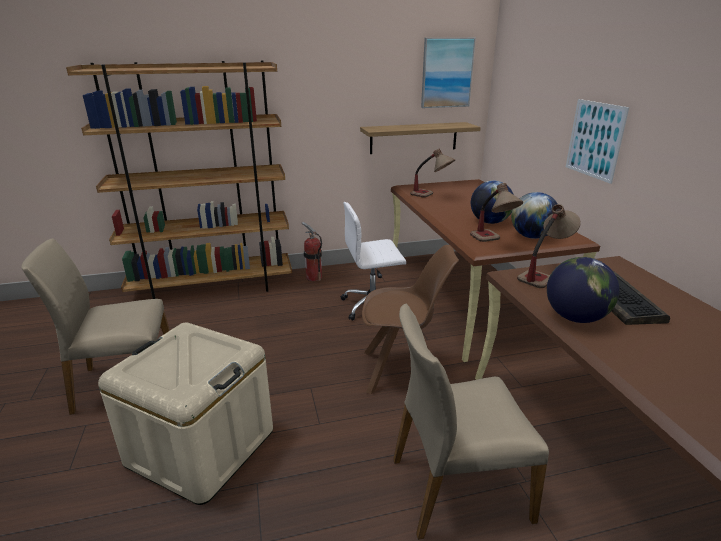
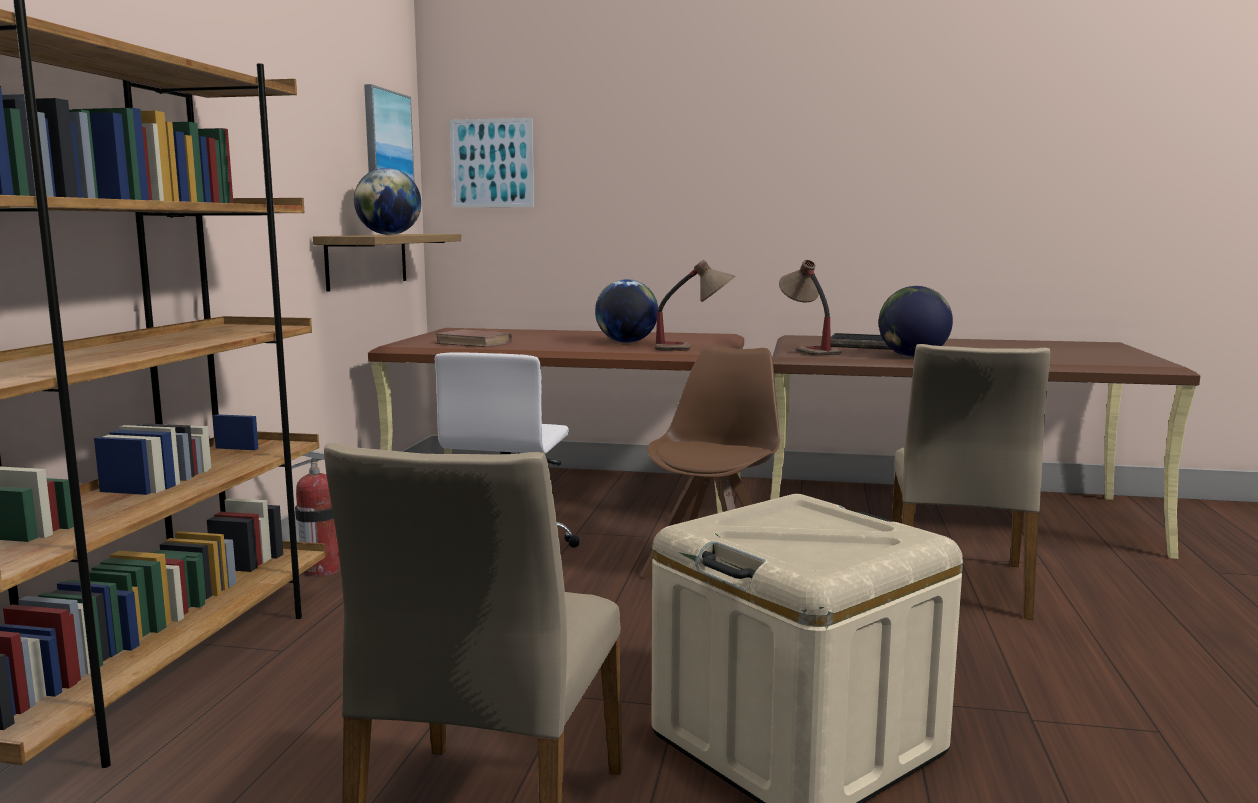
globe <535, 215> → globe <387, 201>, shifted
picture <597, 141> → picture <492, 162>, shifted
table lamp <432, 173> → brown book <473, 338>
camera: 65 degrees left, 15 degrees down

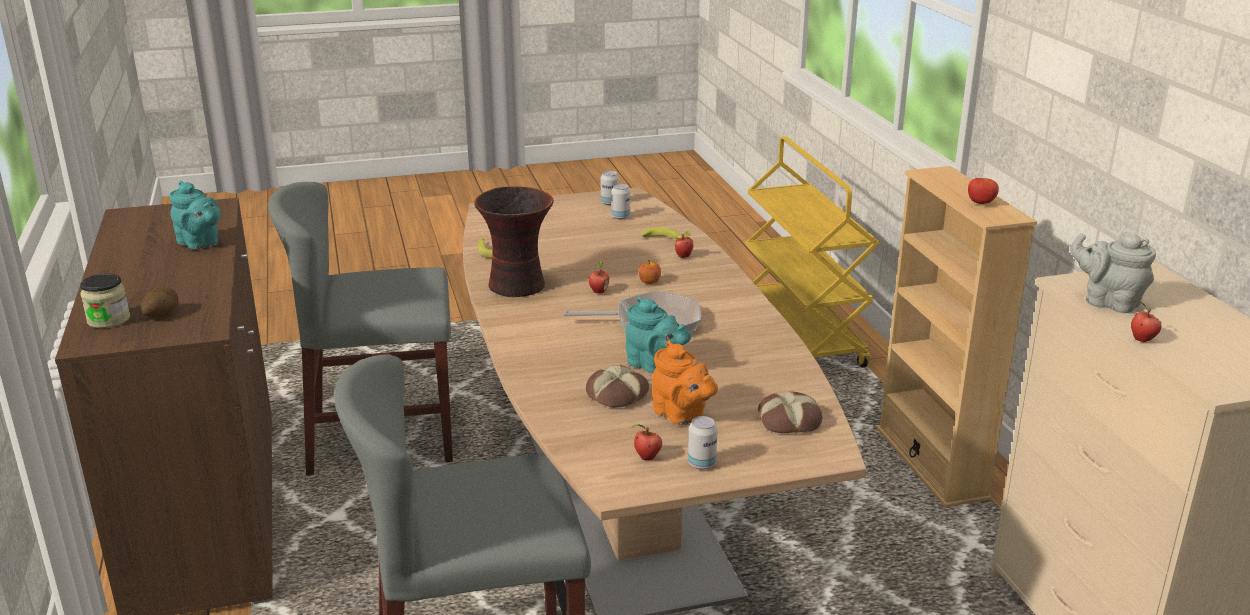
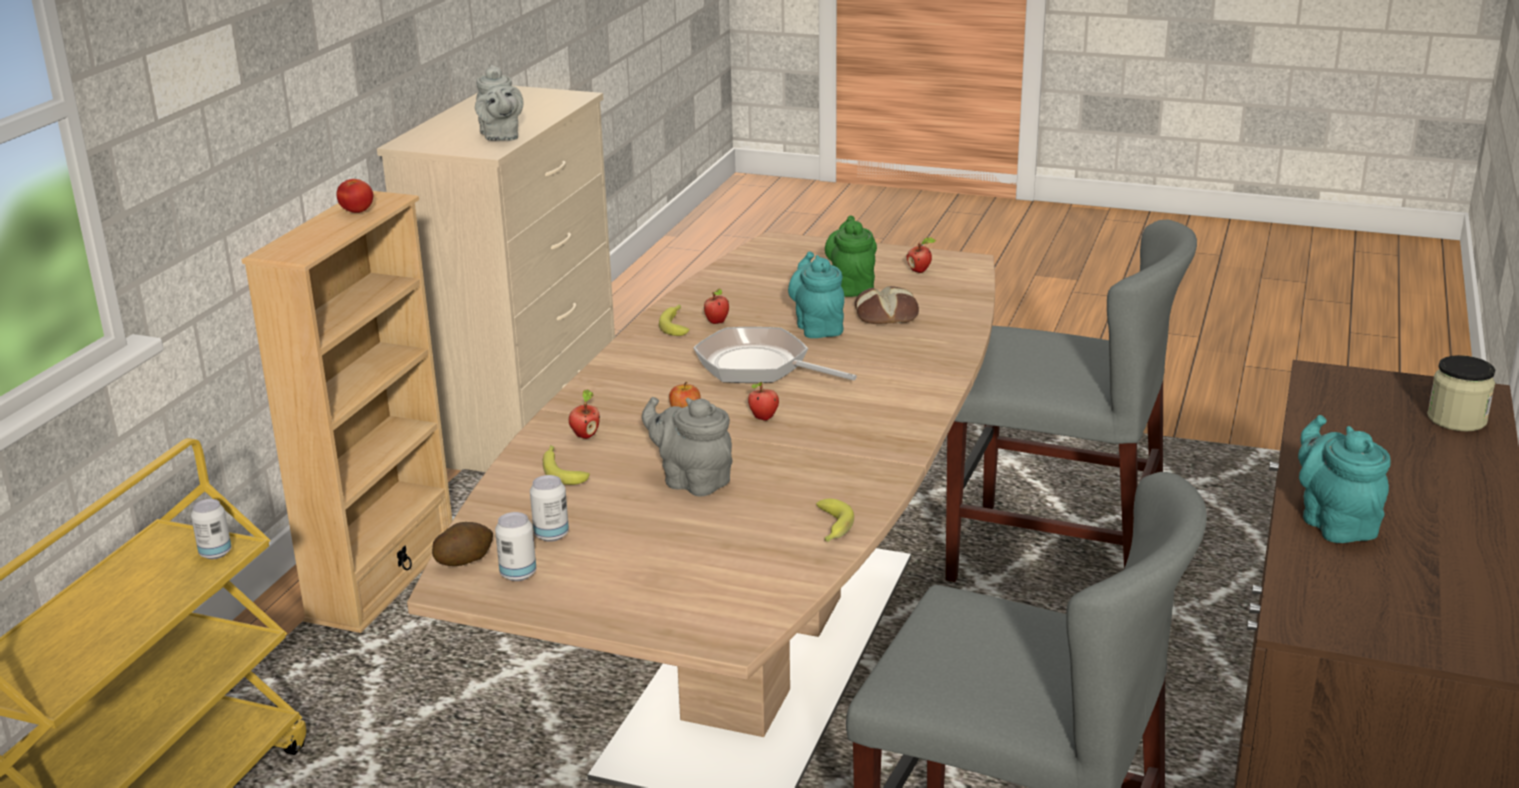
vase <514, 241> → -
bread <790, 412> → -
- → grey teapot <687, 447>
- → banana <674, 320>
potato <159, 302> → potato <462, 544>, shifted
can <703, 443> → can <211, 529>, shifted
apple <1146, 321> → apple <716, 306>, shifted
orange teapot <685, 383> → green teapot <851, 256>
camera: 145 degrees left, 0 degrees up

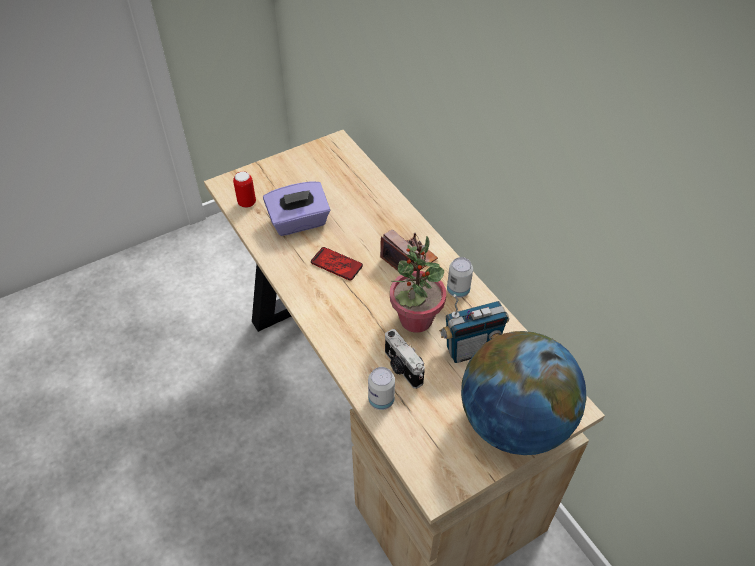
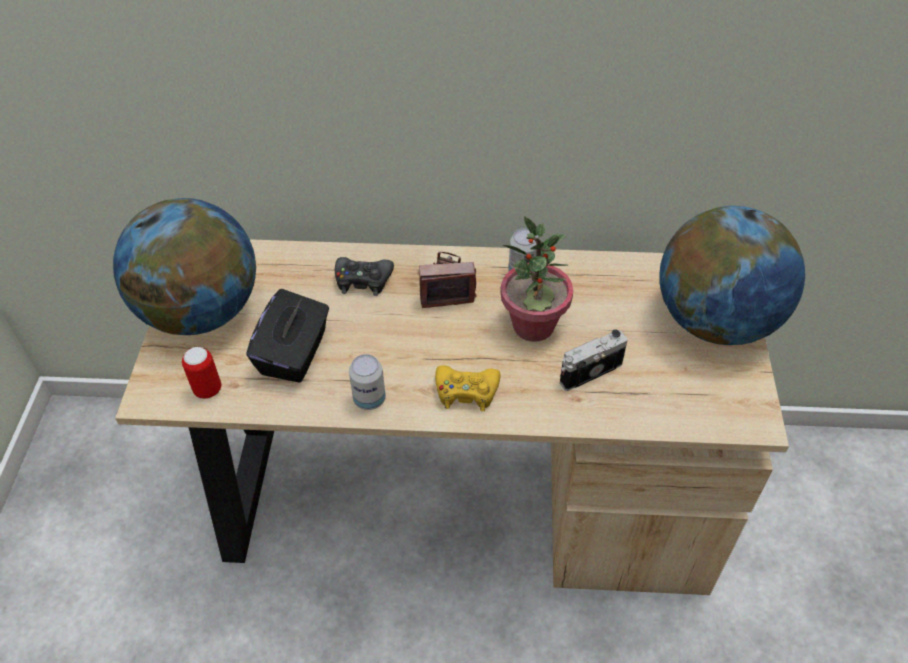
phone <337, 264> → -
radio <474, 328> → -
- → globe <184, 266>
- → black game controller <364, 276>
- → yellow game controller <468, 388>
can <381, 388> → can <367, 382>, shifted
purple tissue box <296, 208> → black tissue box <287, 336>
photo camera <405, 359> → photo camera <594, 360>, 150 degrees clockwise
camera: 55 degrees left, 0 degrees up

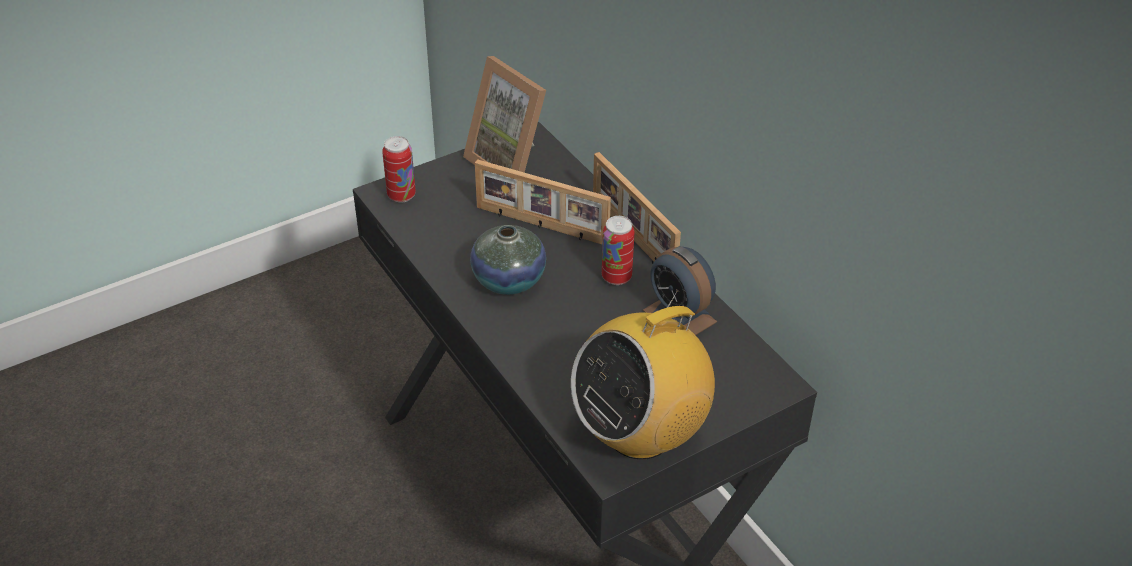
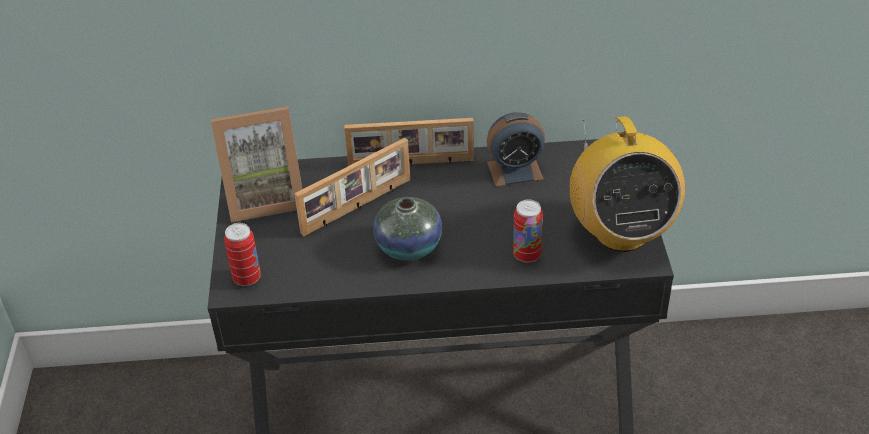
can <618, 250> → can <528, 231>, shifted
camera: 60 degrees left, 0 degrees up

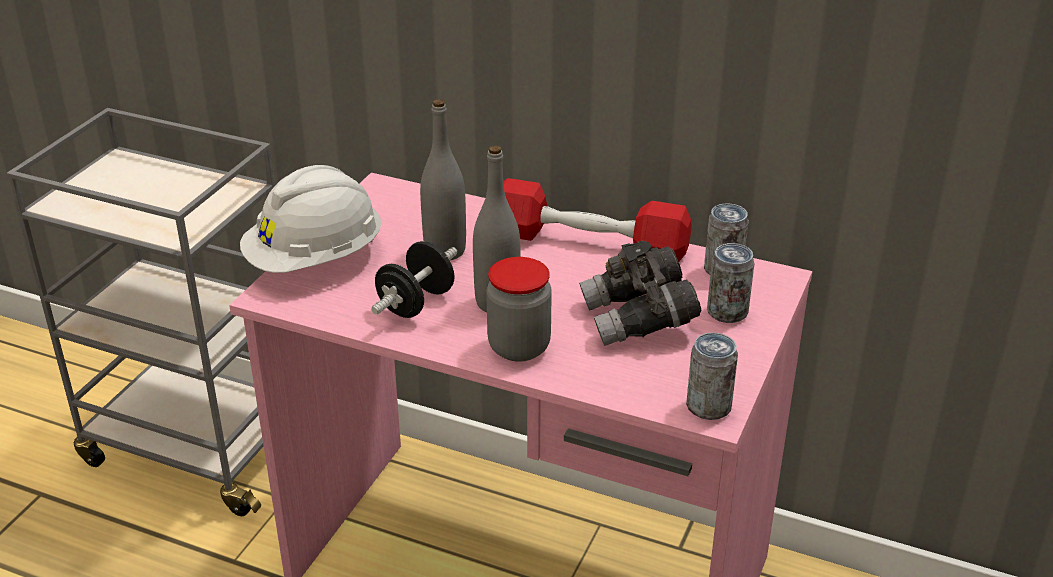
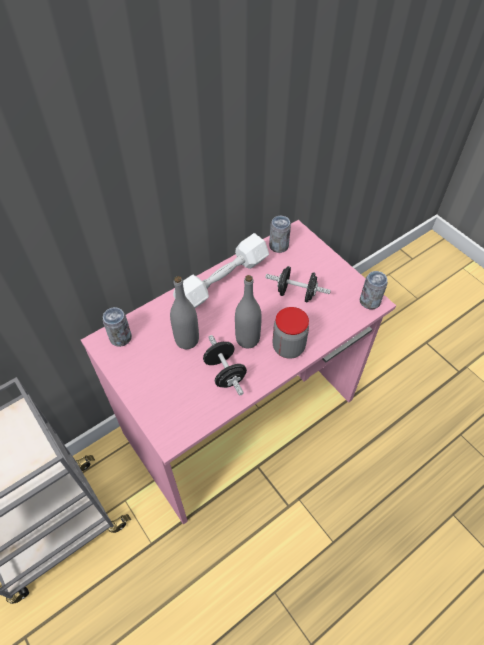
white hard hat <311, 219> → -
can <731, 283> → can <117, 327>, shifted
grey binoculars <640, 293> → black dumbbell <298, 284>
red dumbbell <597, 220> → white dumbbell <221, 270>
camera: 60 degrees left, 20 degrees up

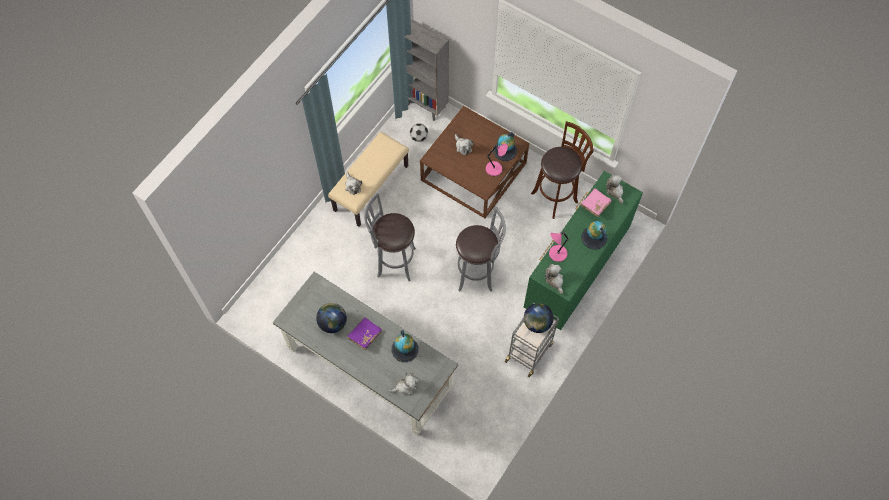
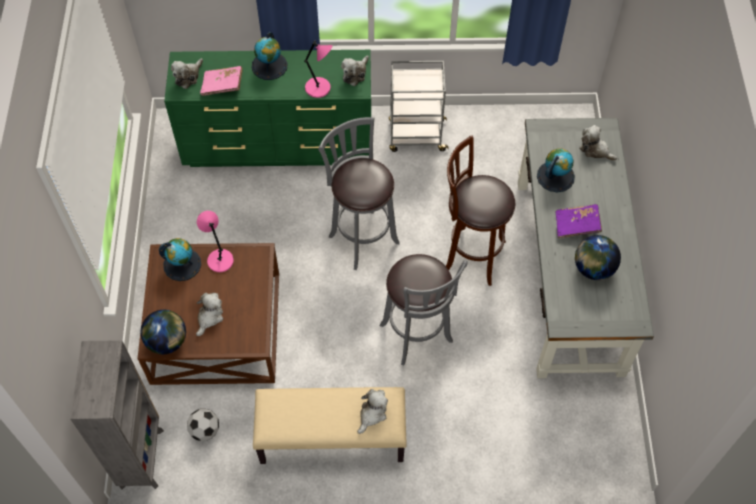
globe <539, 318> → globe <163, 332>, shifted
brown stool <562, 170> → brown stool <480, 211>, shifted
camera: 125 degrees left, 5 degrees down

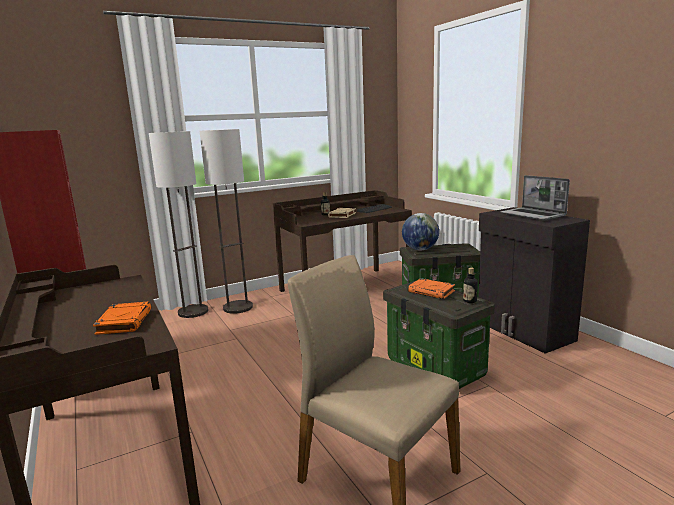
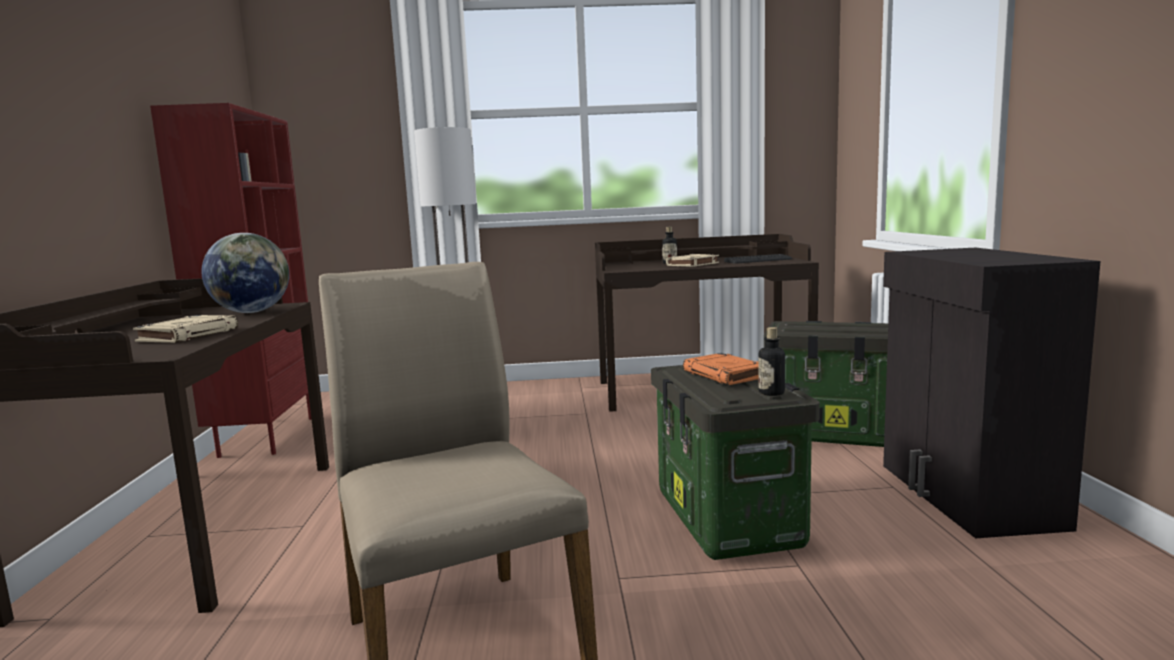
floor lamp <226, 221> → -
laptop <535, 198> → -
globe <420, 232> → globe <245, 273>, shifted
orange book <122, 318> → beige book <185, 329>
camera: 25 degrees right, 5 degrees down

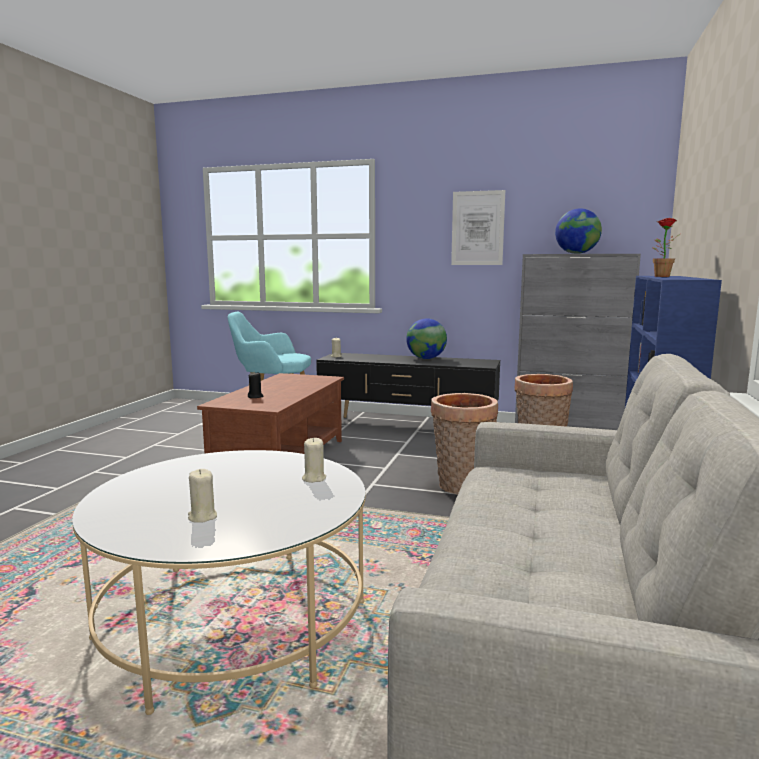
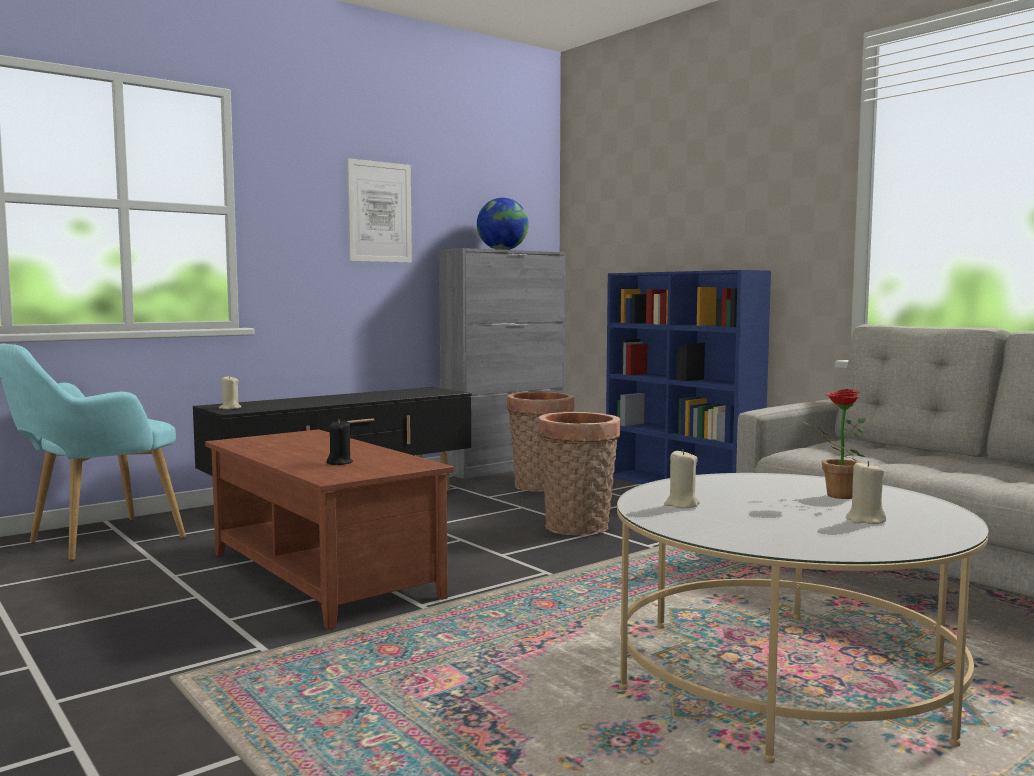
globe <426, 338> → -
beige candle <314, 460> → beige candle <682, 478>, shifted
potted plant <666, 247> → potted plant <834, 444>, shifted
camera: 55 degrees left, 5 degrees down

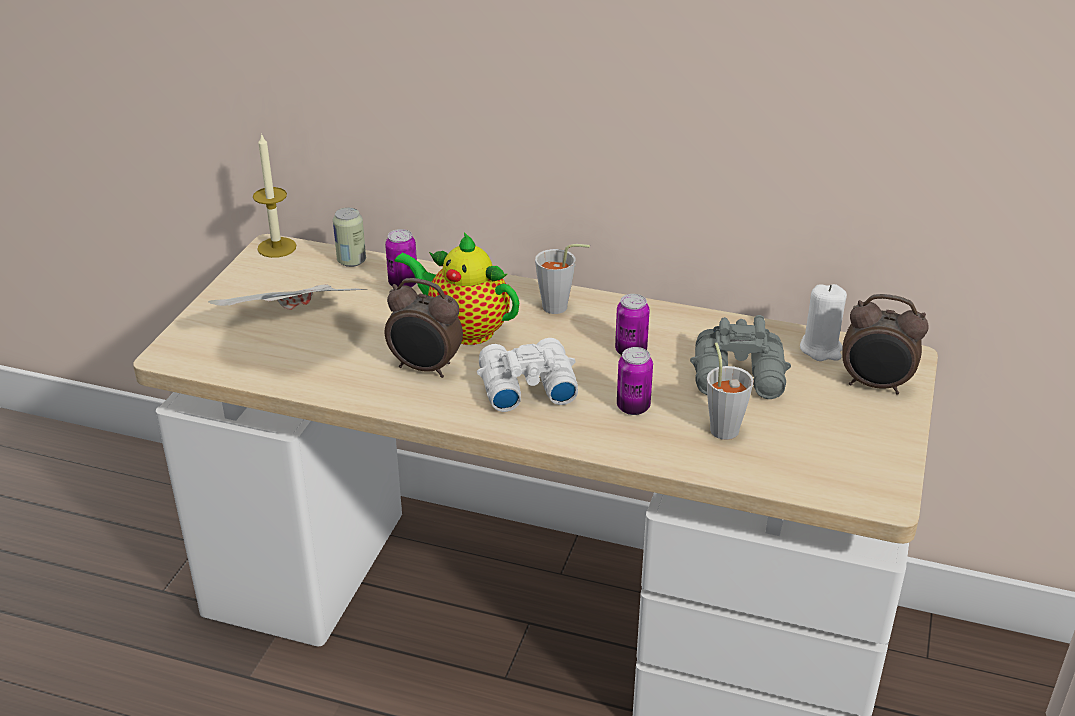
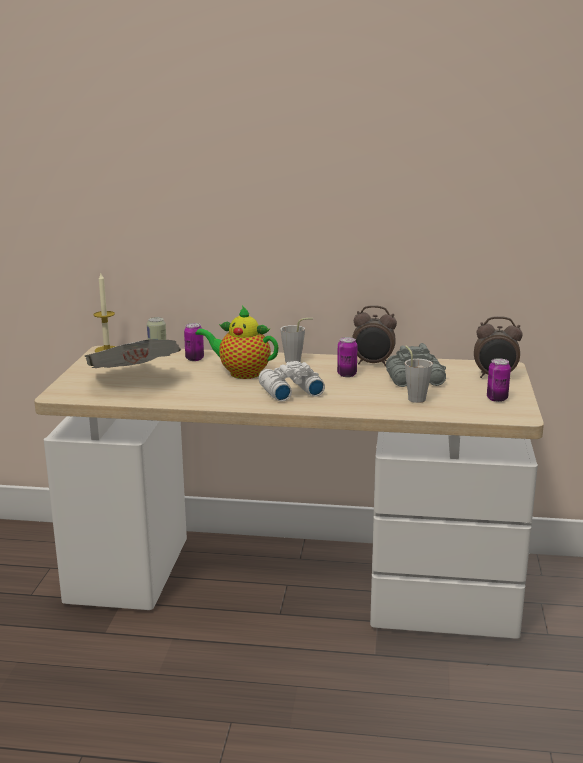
white candle <823, 322> → -
alarm clock <424, 328> → alarm clock <374, 335>, shifted
can <635, 381> → can <499, 380>, shifted
camera: 10 degrees left, 15 degrees down

